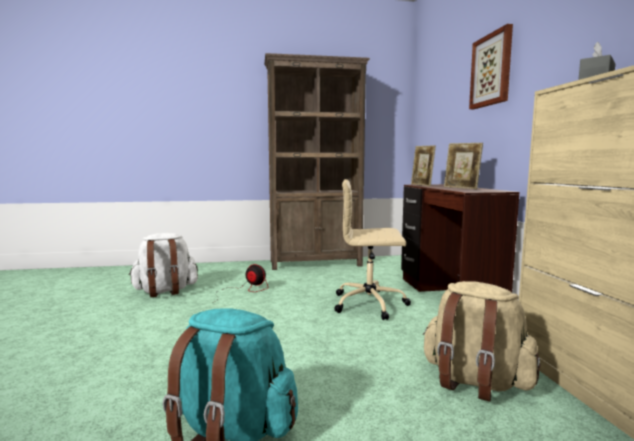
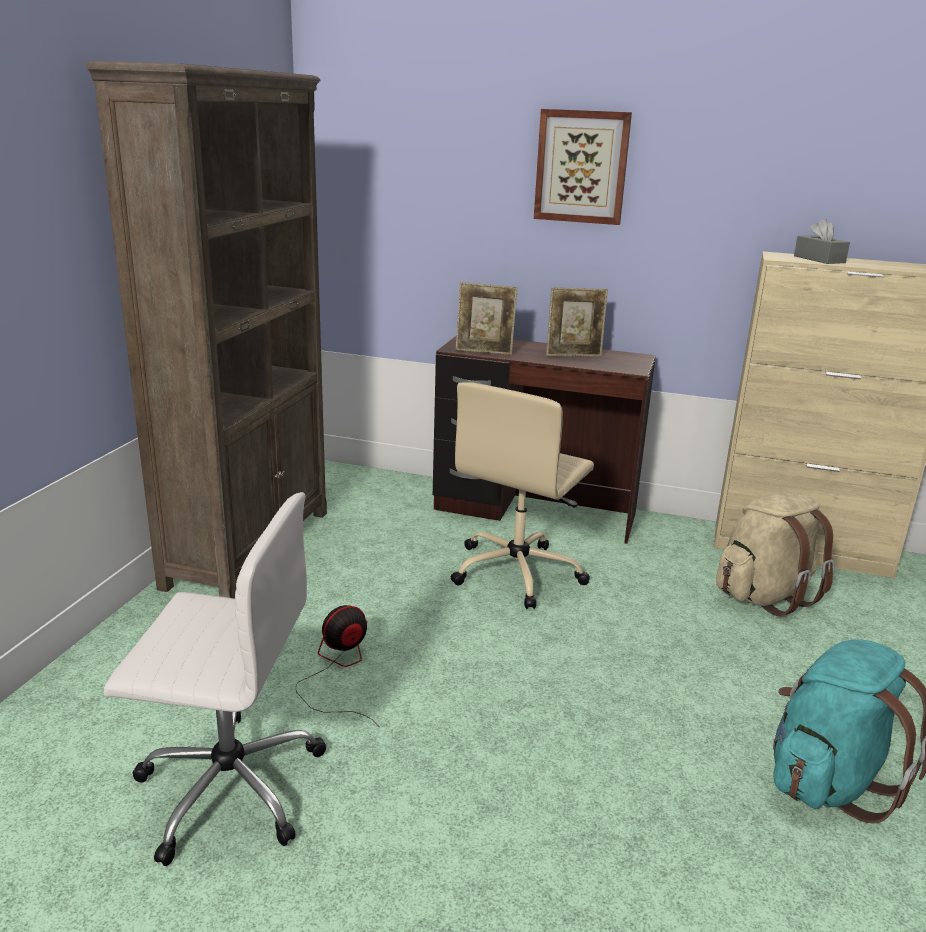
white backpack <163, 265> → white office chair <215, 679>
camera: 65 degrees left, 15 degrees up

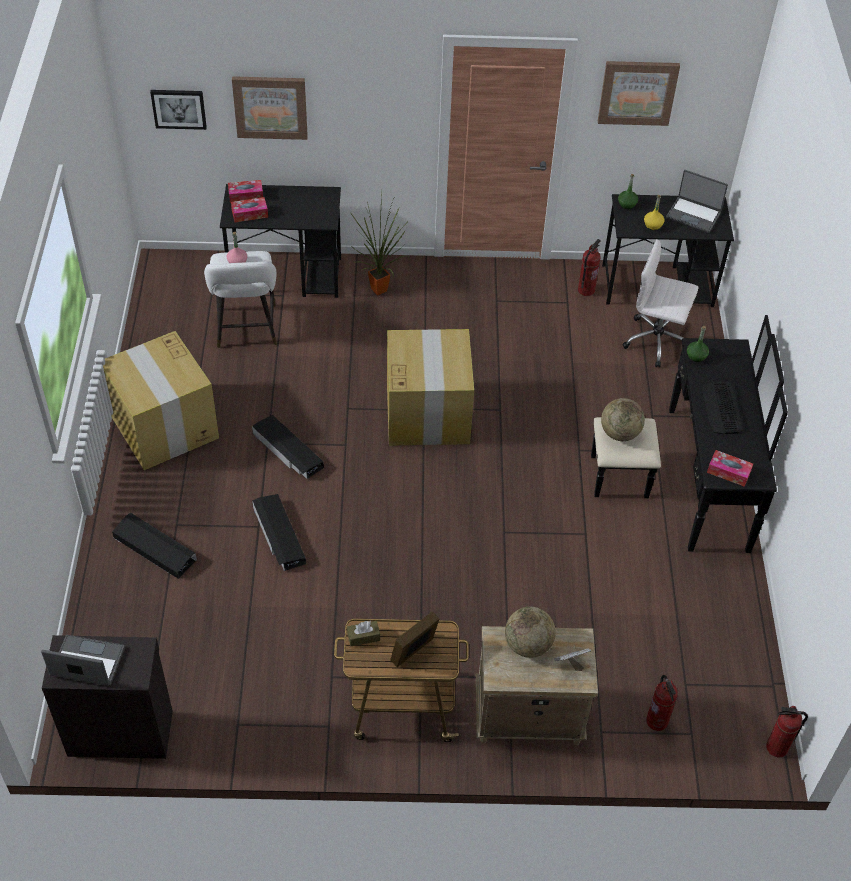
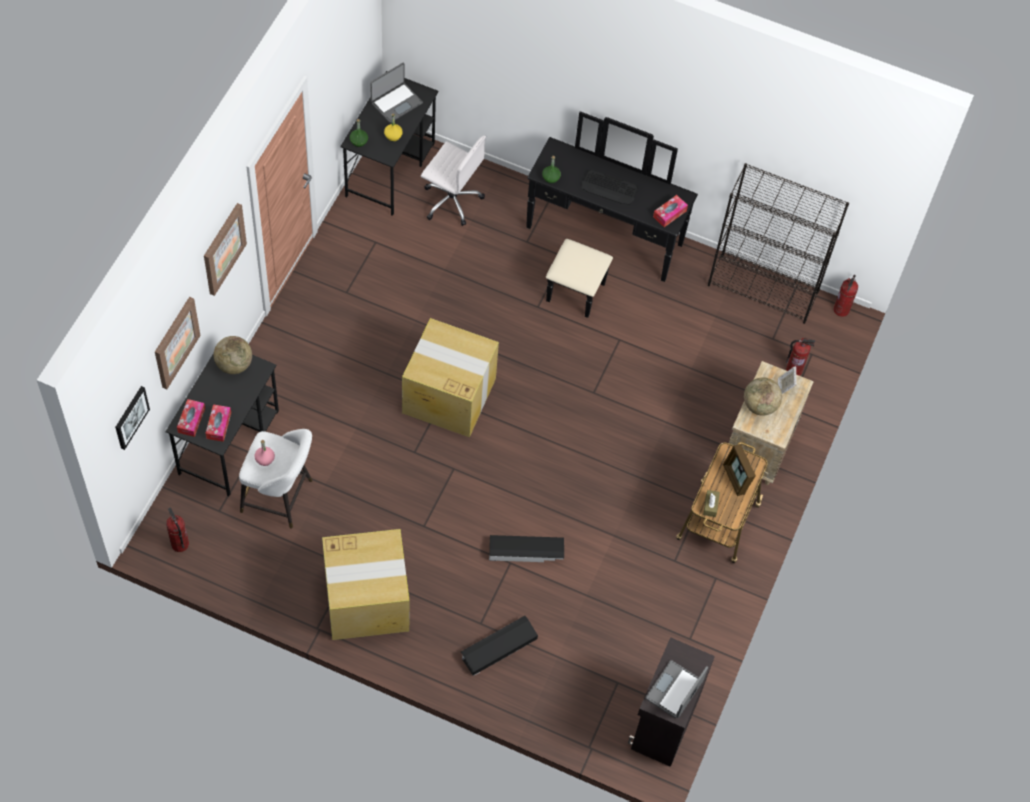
black storage box <288, 447> → -
potted plant <379, 243> → -
- → black bookcase <778, 243>
fire extinguisher <589, 267> → fire extinguisher <177, 530>, shifted
picture <639, 93> → picture <225, 249>, shifted
globe <623, 419> → globe <233, 355>, shifted
white office chair <660, 303> → white office chair <453, 181>, 105 degrees counterclockwise
camera: 70 degrees left, 10 degrees up

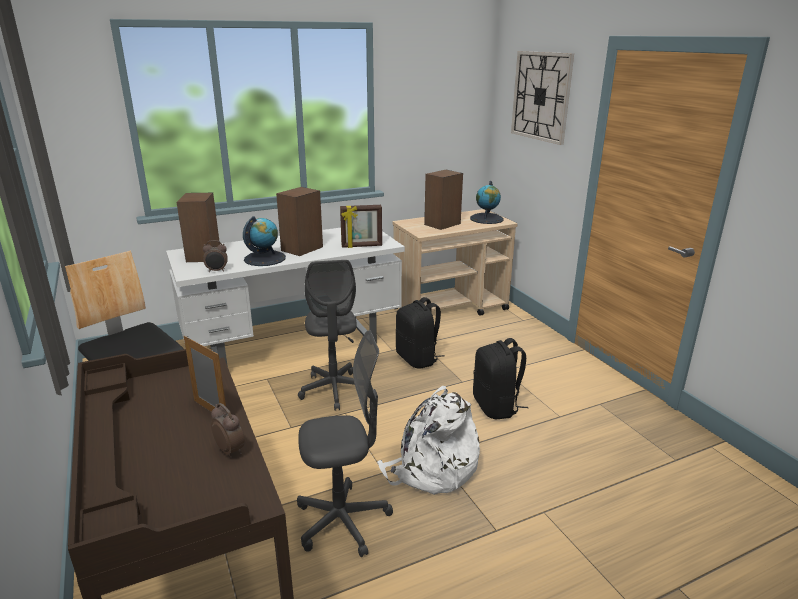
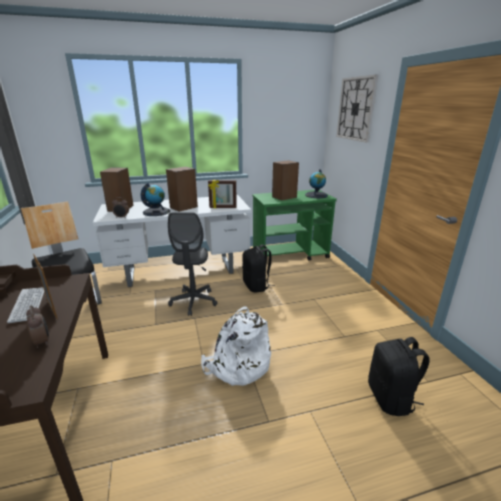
grey office chair <345, 443> → -
- → keyboard <25, 305>
black backpack <500, 378> → black backpack <399, 376>, shifted
beige cart <455, 262> → green cart <295, 225>
camera: 10 degrees right, 0 degrees up

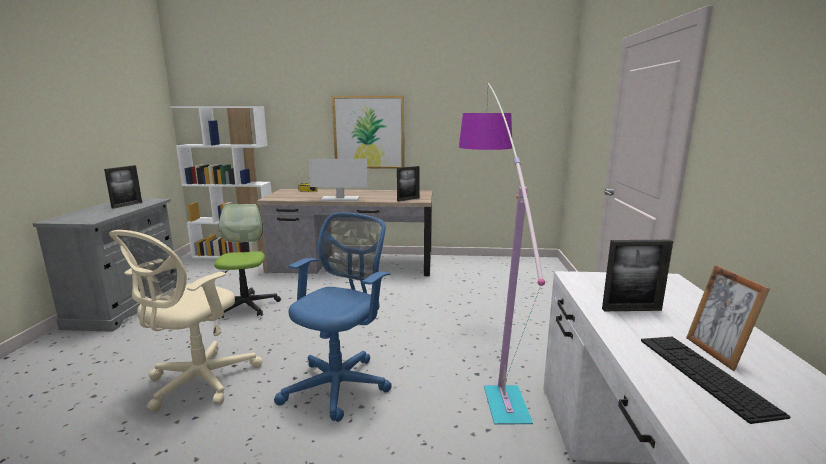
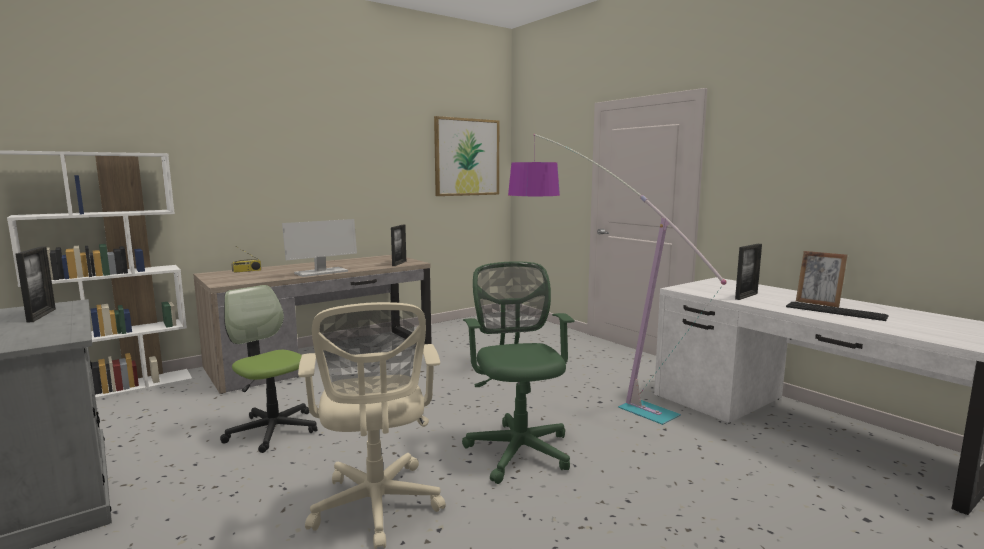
picture <368, 132> → picture <466, 156>, shifted
blue office chair <333, 317> → green office chair <518, 372>
camera: 40 degrees left, 5 degrees down

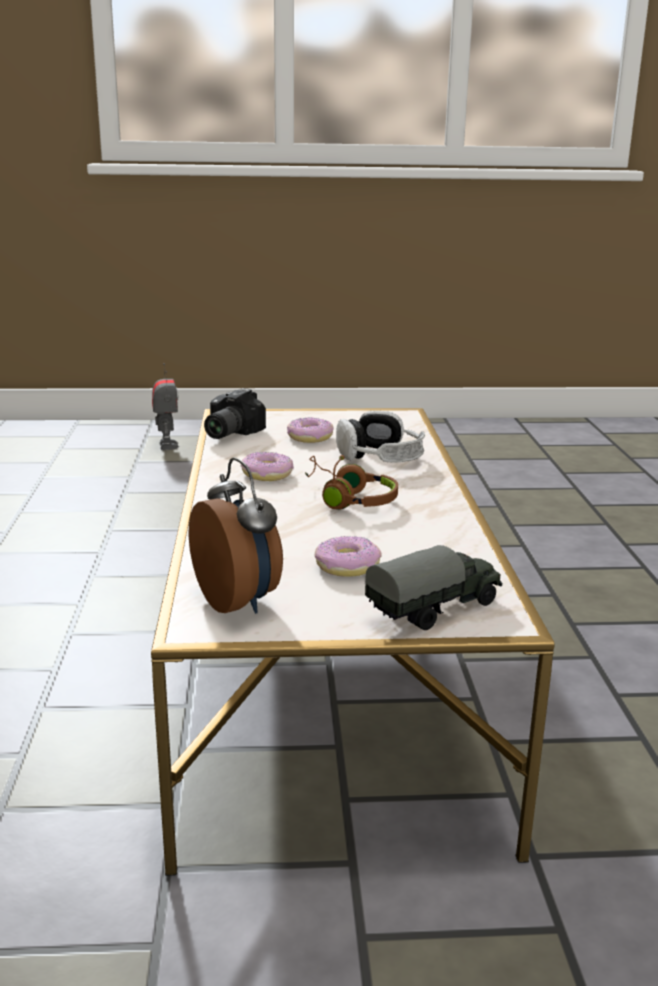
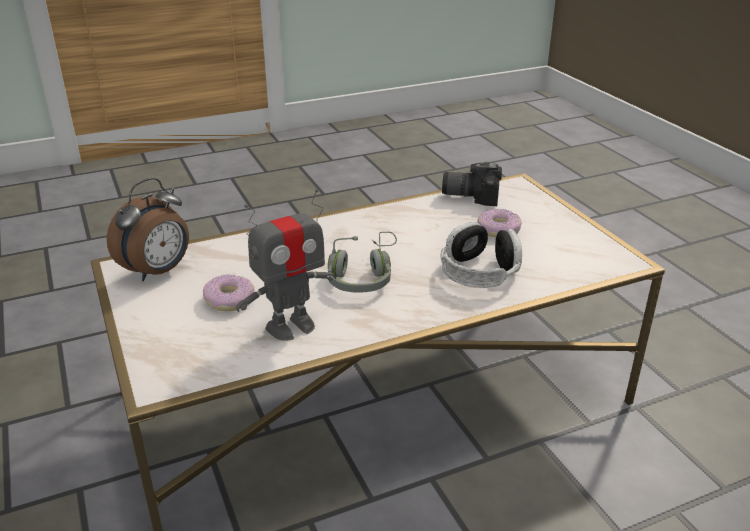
donut <267, 466> → -
toy truck <433, 587> → -
toy robot <165, 406> → toy robot <286, 265>, shifted
brown headphones <351, 482> → grey headphones <362, 262>
camera: 70 degrees right, 10 degrees up

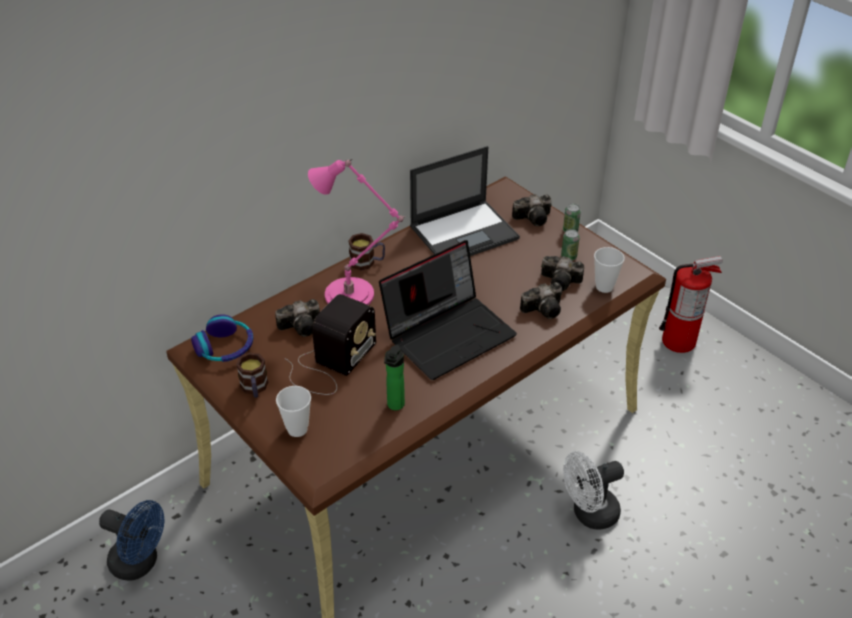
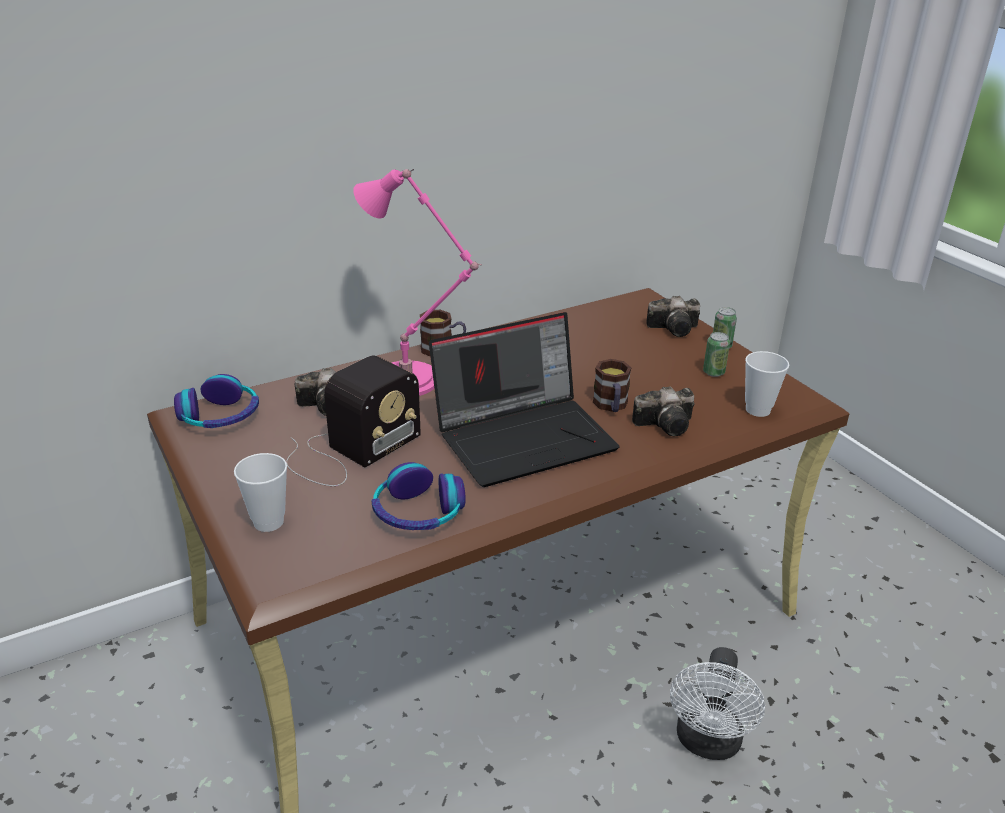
blue fan <131, 540> → -
laptop <465, 201> → -
photo camera <562, 273> → -
fire extinguisher <691, 304> → -
mug <252, 375> → mug <612, 385>, shifted
bottle <394, 377> → headphones <419, 496>
white fan <593, 490> → white fan <717, 703>, 60 degrees counterclockwise
camera: 10 degrees right, 10 degrees down

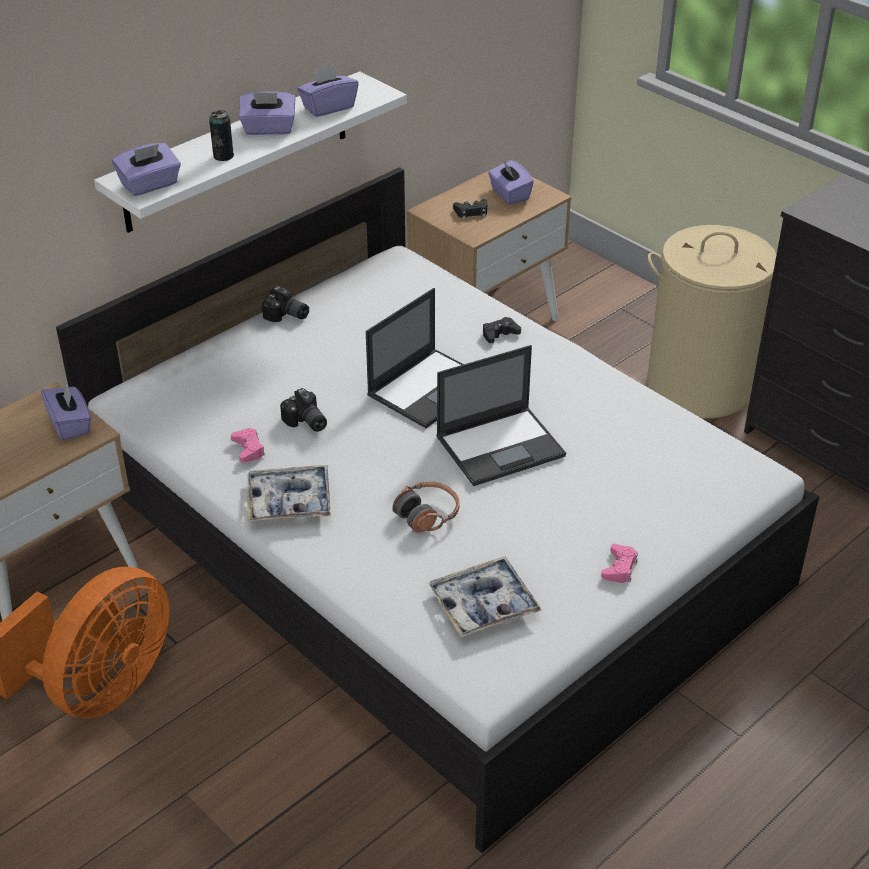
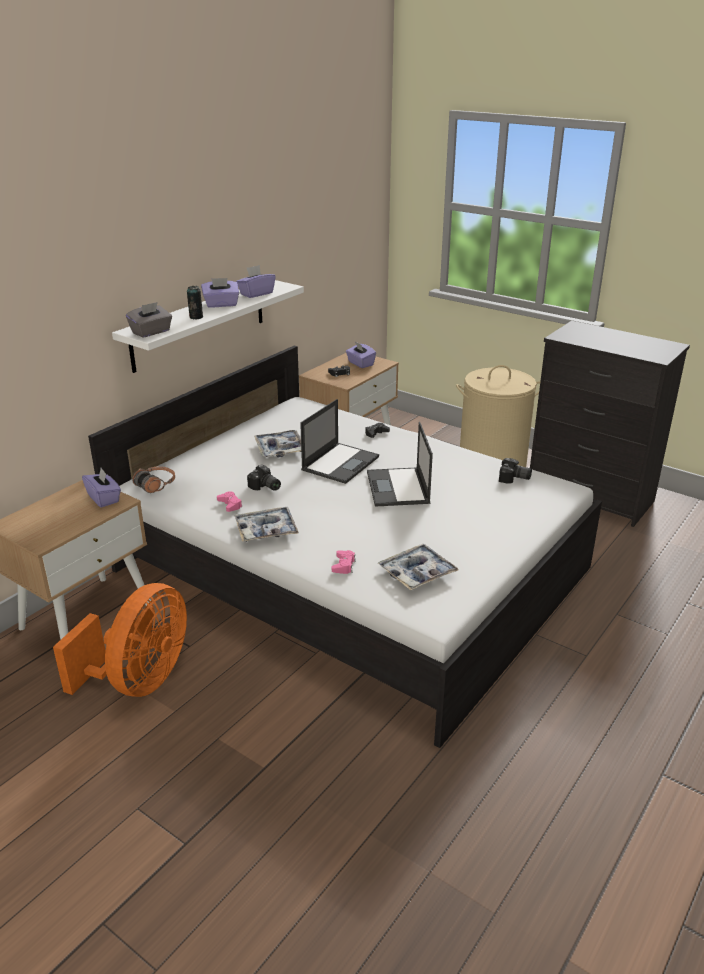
- → tray <277, 443>
photo camera <285, 304> → photo camera <515, 471>, shifted
headphones <426, 507> → headphones <153, 479>, shifted
pink game controller <619, 563> → pink game controller <344, 562>, shifted
purple tissue box <146, 169> → grey tissue box <149, 320>
laptop <501, 415> → laptop <400, 464>, 120 degrees clockwise
camera: 10 degrees left, 10 degrees down

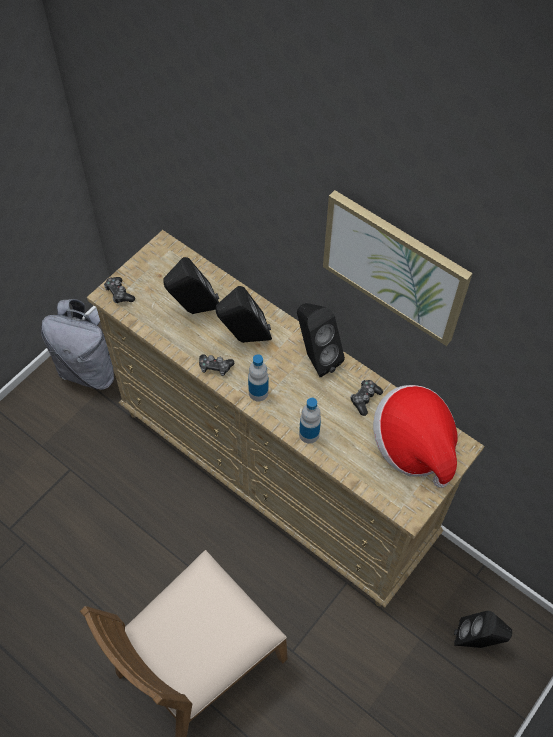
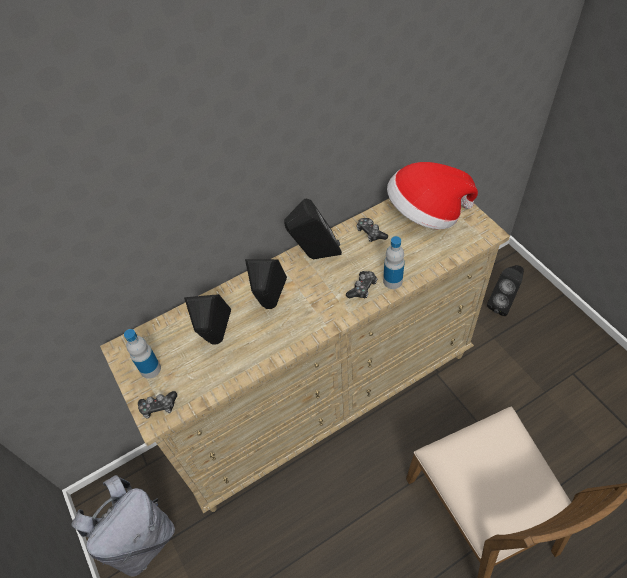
picture <398, 268> → -
game controller <216, 365> → game controller <361, 284>, shifted
bottle <258, 377> → bottle <142, 354>, shifted
camera: 65 degrees left, 5 degrees down

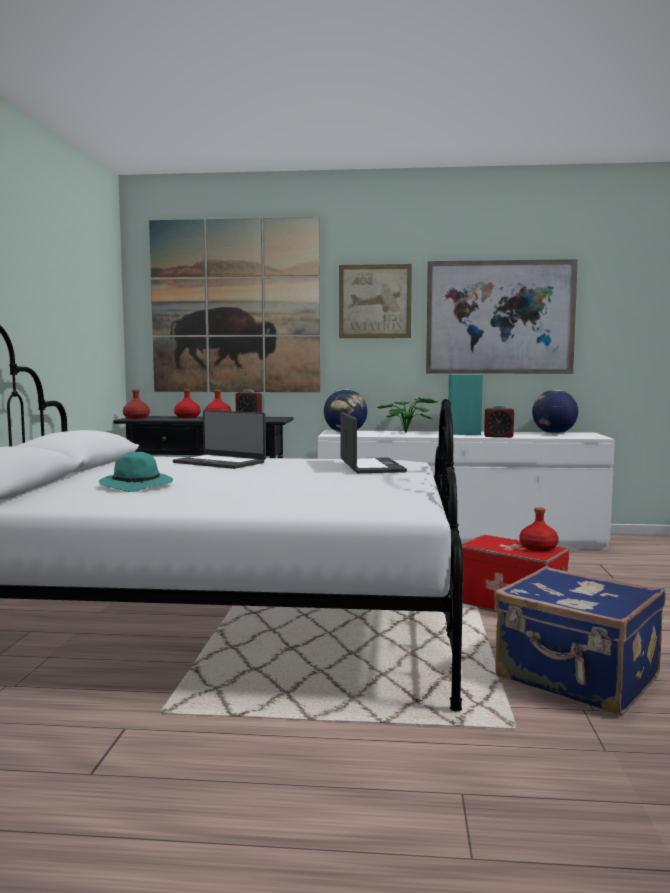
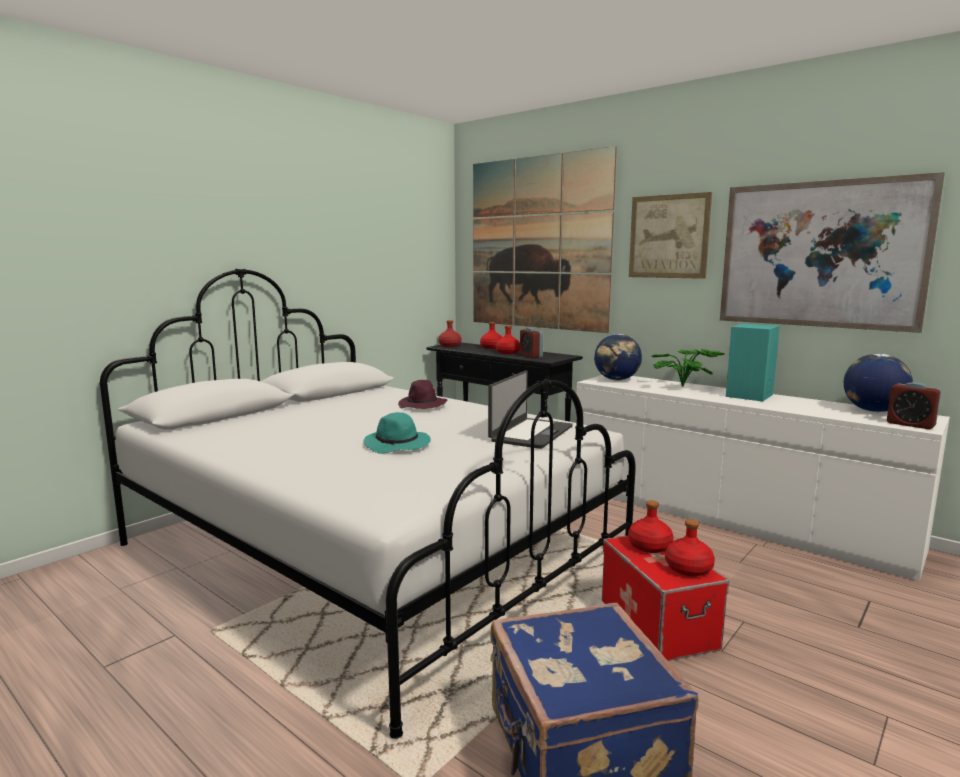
- → red bottle <650, 526>
turquoise hat <136, 472> → turquoise hat <397, 433>, shifted
alarm clock <499, 421> → alarm clock <914, 405>, shifted
laptop <219, 439> → purple hat <422, 394>
camera: 35 degrees right, 5 degrees up

